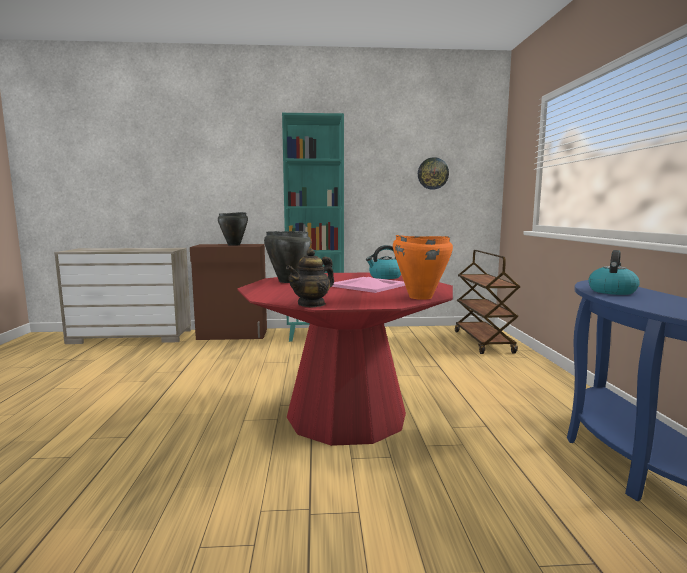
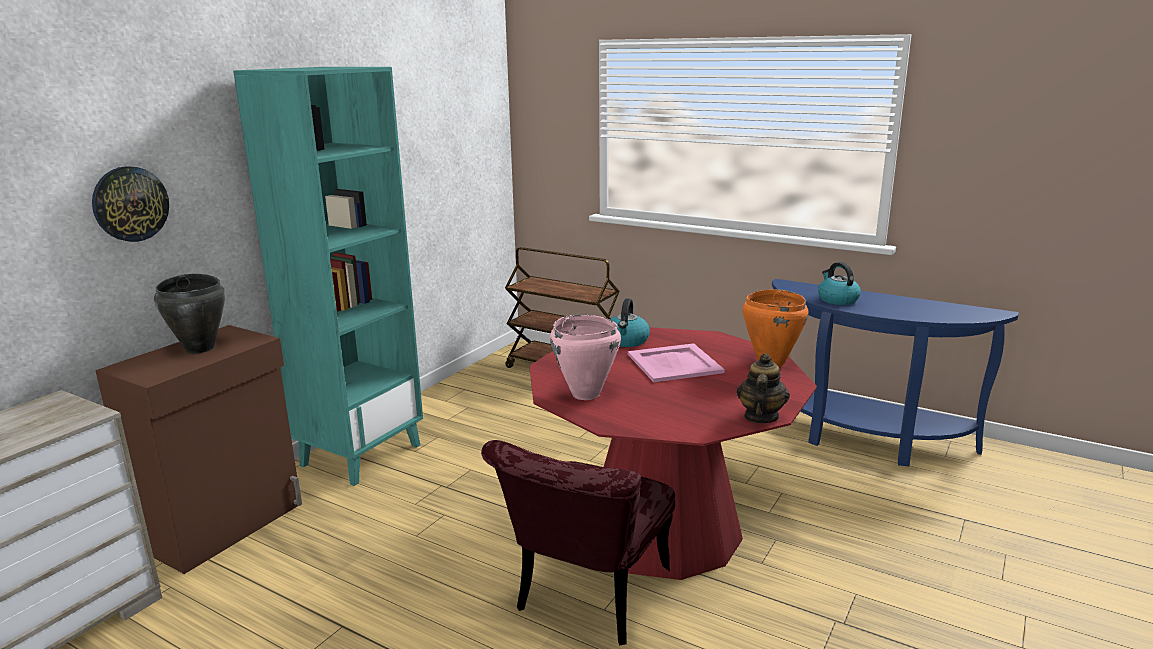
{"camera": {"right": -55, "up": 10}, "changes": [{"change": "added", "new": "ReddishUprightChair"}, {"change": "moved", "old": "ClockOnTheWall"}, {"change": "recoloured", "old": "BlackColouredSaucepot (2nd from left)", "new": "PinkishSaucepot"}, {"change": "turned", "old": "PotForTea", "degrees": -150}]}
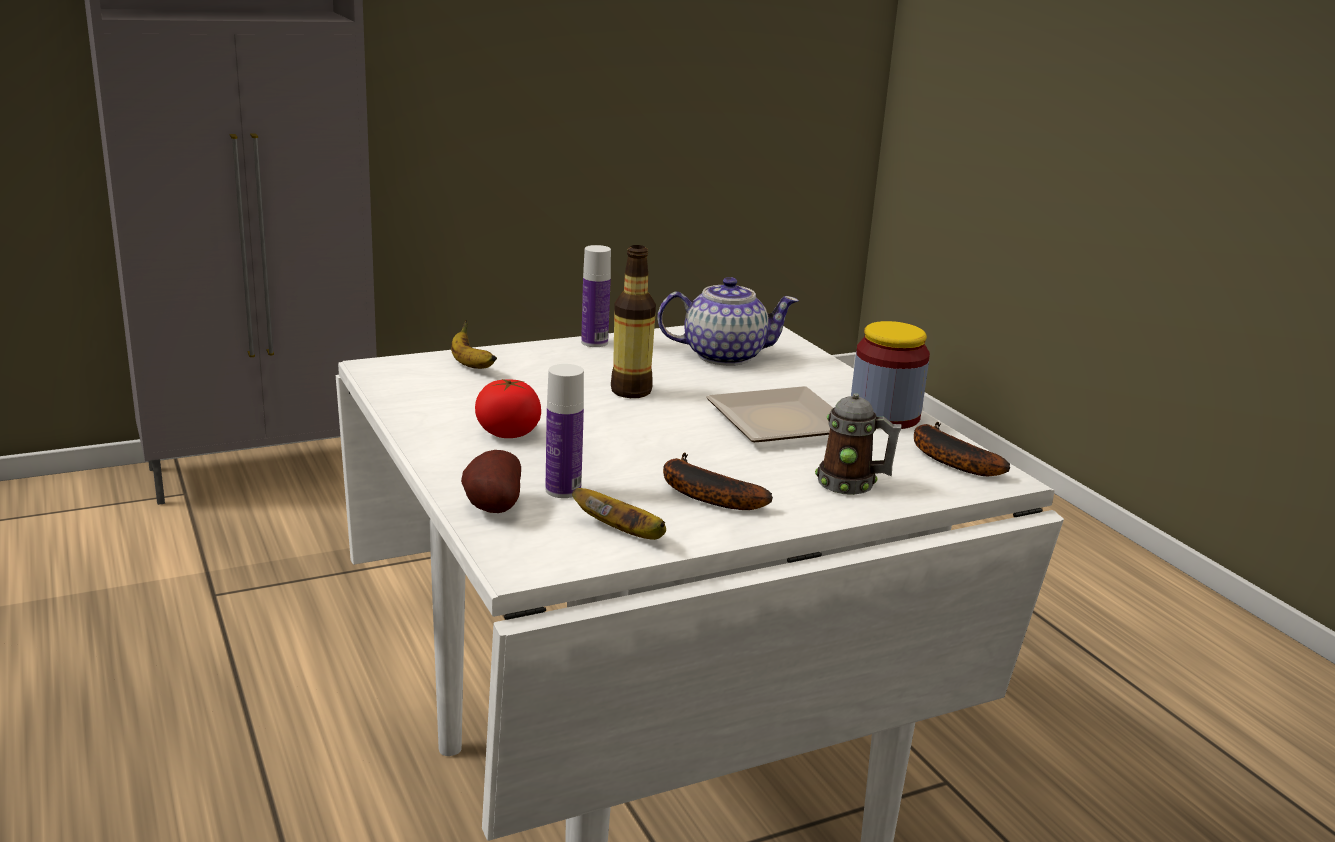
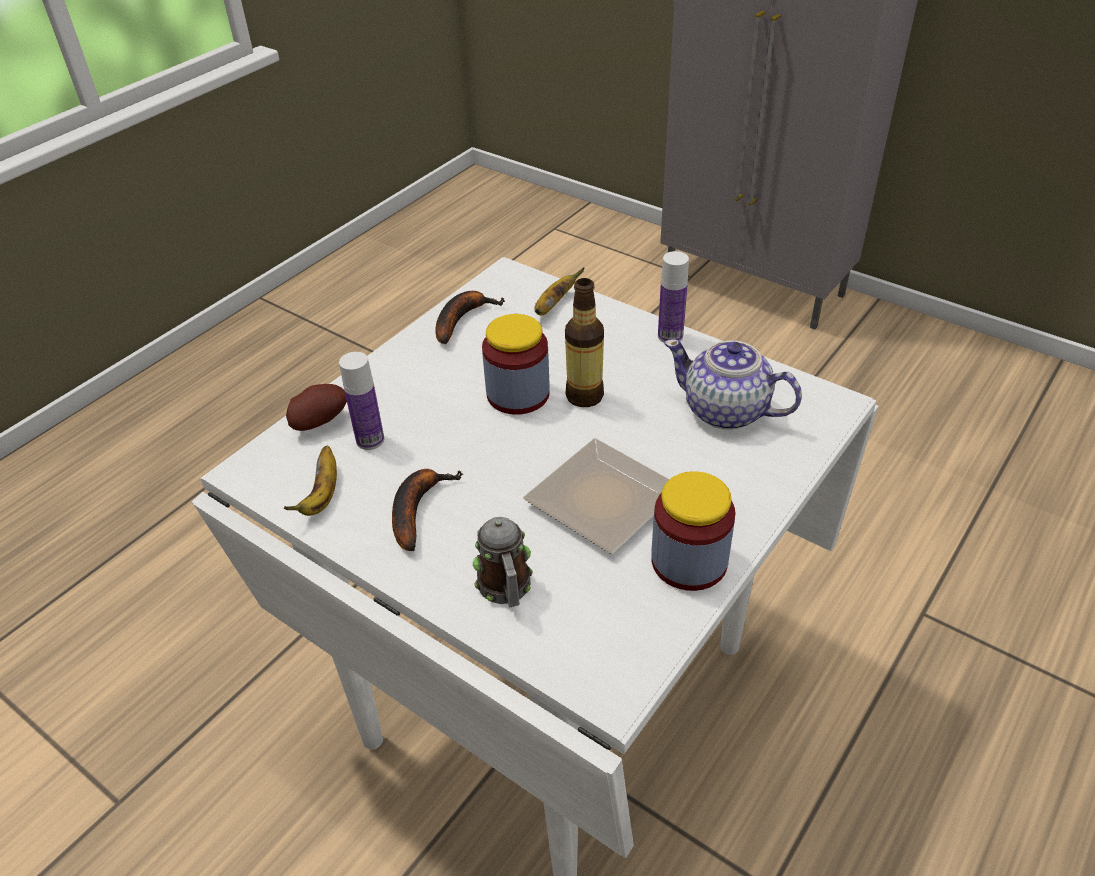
{"camera": {"right": 65, "up": 20}, "changes": [{"change": "removed", "old": "FreshTomato"}, {"change": "added", "new": "Jar (1st from left)"}, {"change": "moved", "old": "BananaFruit (4th from left in the first image)", "new": "BananaFruit (3rd from left)"}, {"change": "turned", "old": "PotForTea", "degrees": 150}]}
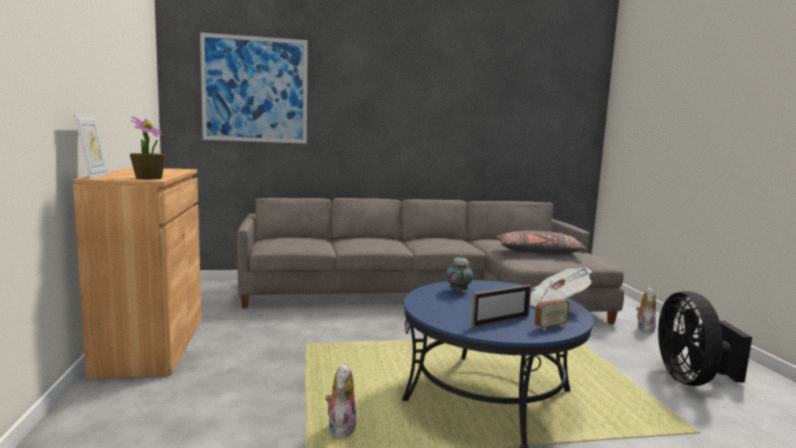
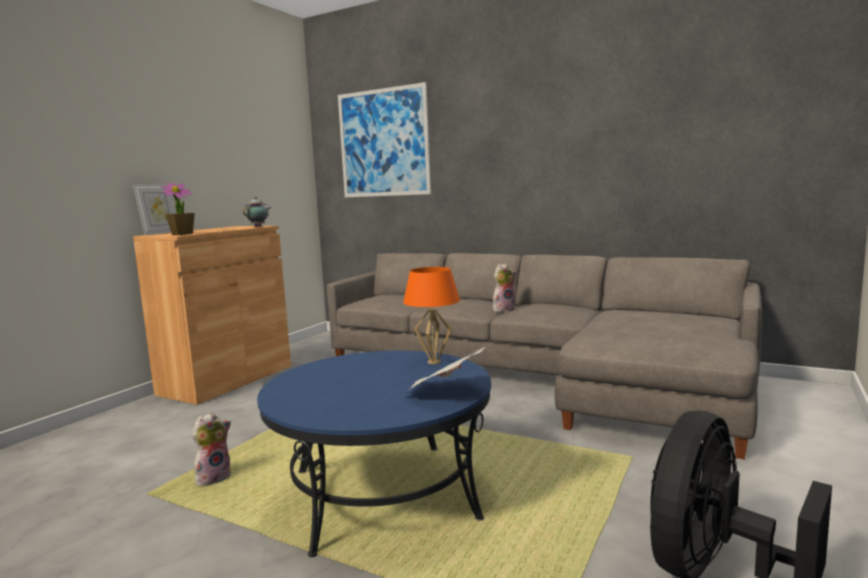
{"camera": {"right": 40, "up": 0}, "changes": [{"change": "removed", "old": "PictureFrame (2nd from left)"}, {"change": "removed", "old": "GreyishPillow"}, {"change": "removed", "old": "Radio"}, {"change": "added", "new": "OrangeTabletopLamp"}, {"change": "moved", "old": "PotForTea"}, {"change": "moved", "old": "SoftToy (2nd from left)"}]}
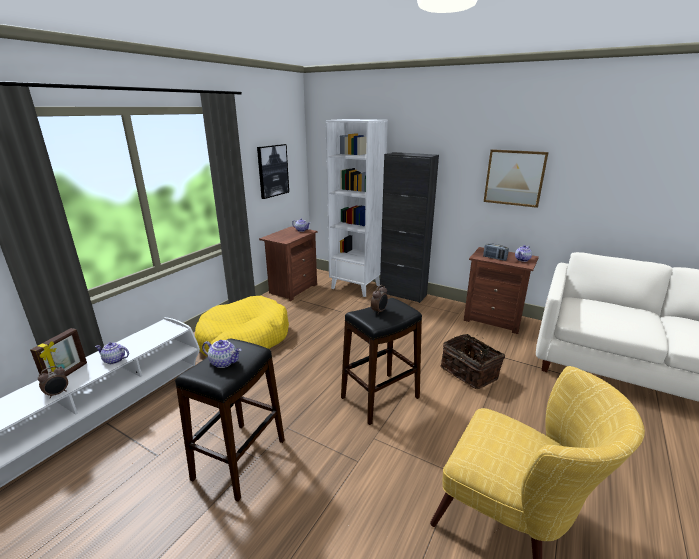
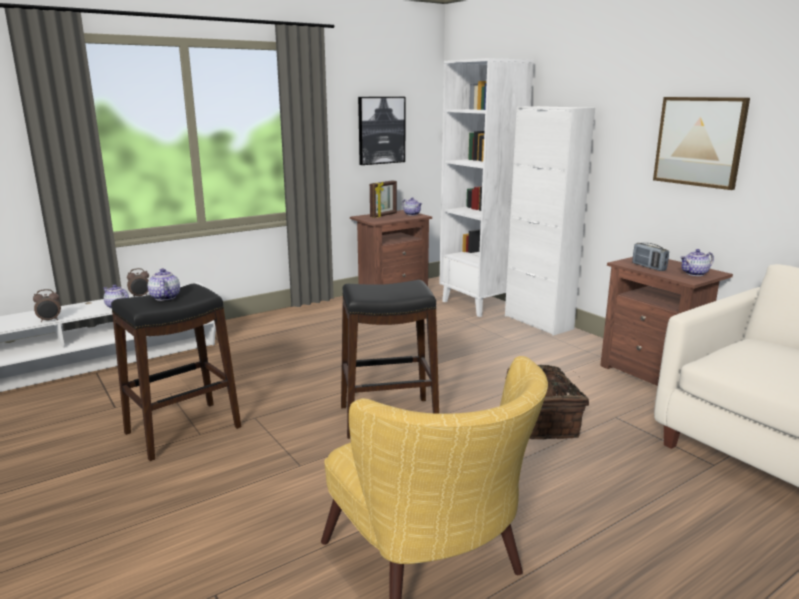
{"camera": {"right": 25, "up": -5}, "changes": [{"change": "removed", "old": "YellowDogBed"}, {"change": "moved", "old": "PictureFrame"}, {"change": "moved", "old": "AlarmClock (2nd from left)"}, {"change": "recoloured", "old": "BlackColouredCupboard", "new": "WhitishCupboard"}, {"change": "turned", "old": "PotForTea (2nd from left)", "degrees": -150}]}
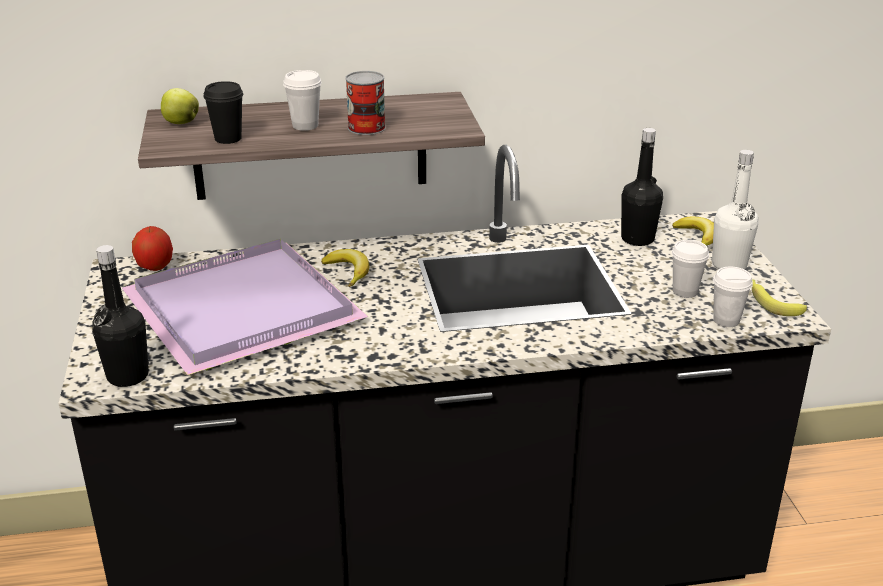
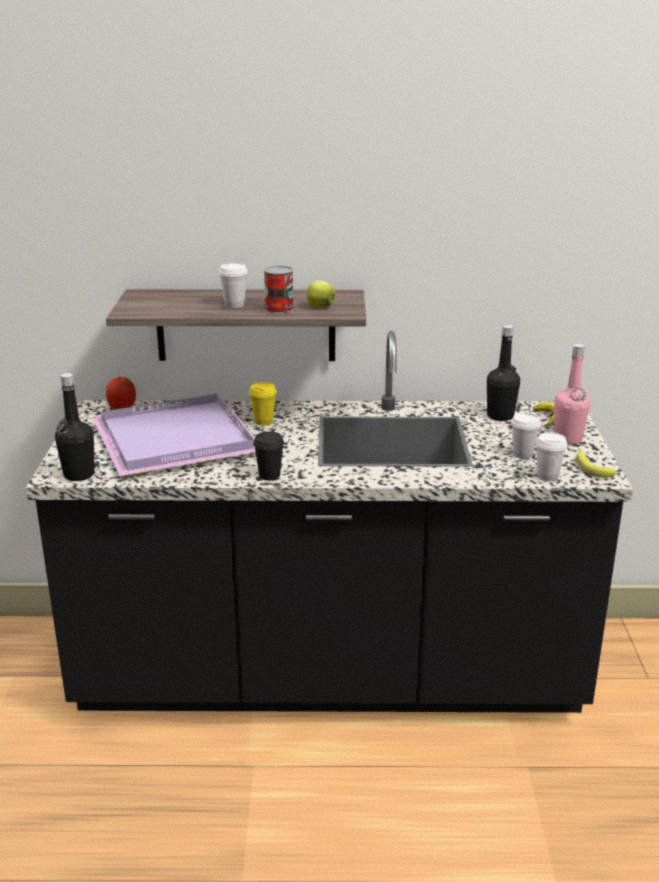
{"camera": {"right": 10, "up": -5}, "changes": [{"change": "moved", "old": "WholeApple (2nd from left)"}, {"change": "moved", "old": "BlackColouredCup"}, {"change": "replaced", "old": "BananaFruit (1st from left)", "new": "YellowCup"}, {"change": "recoloured", "old": "WhitishBottle", "new": "PinkishBottle"}]}
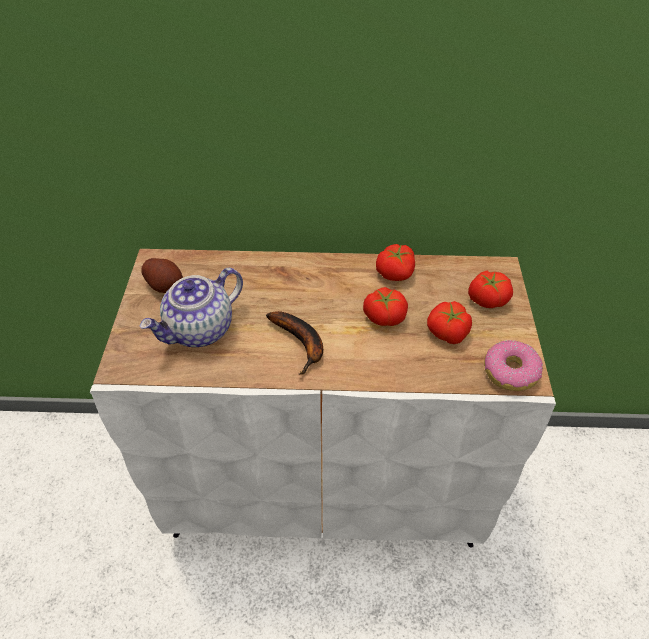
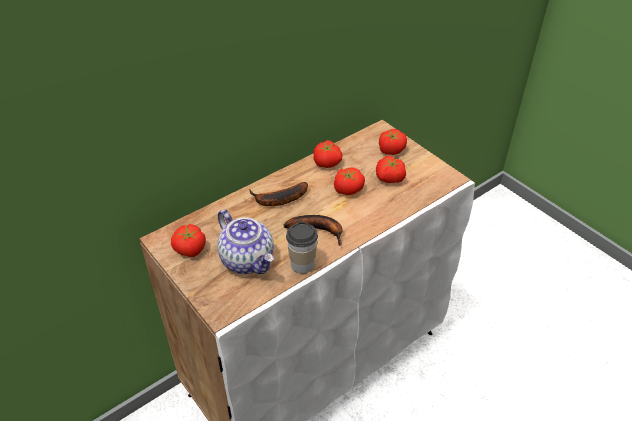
{"camera": {"right": -40, "up": -5}, "changes": [{"change": "removed", "old": "Donut"}, {"change": "added", "new": "BananaFruit (1st from left)"}, {"change": "added", "new": "Cup"}, {"change": "replaced", "old": "Spud", "new": "FreshTomato (1st from left)"}, {"change": "turned", "old": "PotForTea", "degrees": -45}]}
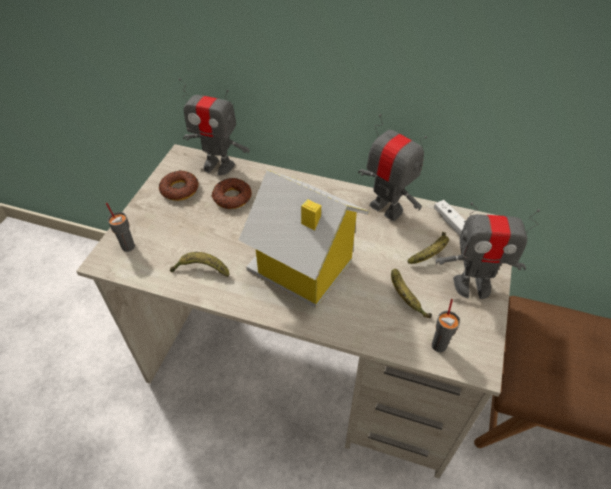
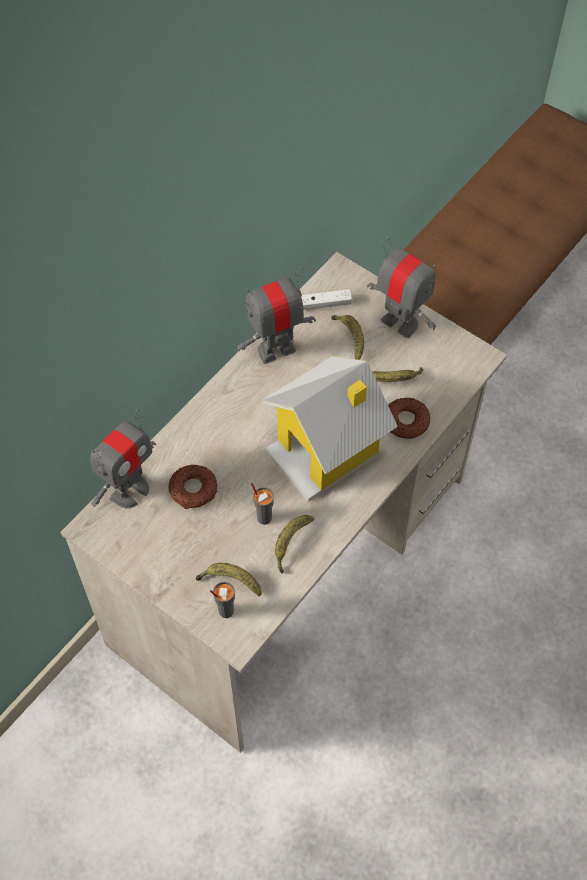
{"camera": {"right": -70, "up": 10}, "changes": [{"change": "added", "new": "BananaFruit (1st from left)"}, {"change": "moved", "old": "Donut (1st from left in the first image)", "new": "Donut (2nd from left)"}, {"change": "moved", "old": "GreyishCup (2nd from left)"}, {"change": "turned", "old": "ToyRobot (3rd from left)", "degrees": -75}]}
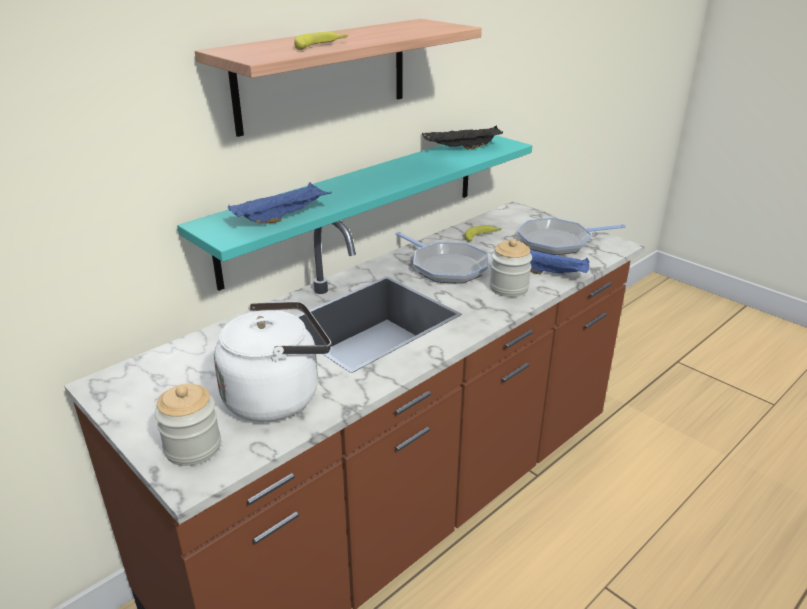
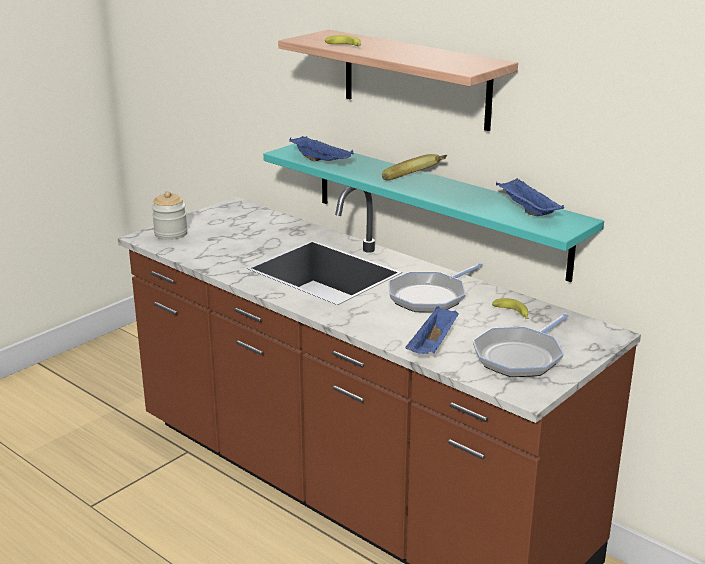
{"camera": {"right": 85, "up": -5}, "changes": [{"change": "removed", "old": "WhitishWaterKettle"}, {"change": "removed", "old": "Jar (2nd from left)"}, {"change": "added", "new": "BananaFruit (2nd from left)"}, {"change": "recoloured", "old": "BlackColouredTray", "new": "BlueColouredTray (3rd from left)"}, {"change": "turned", "old": "Skillet (2nd from left)", "degrees": -120}]}
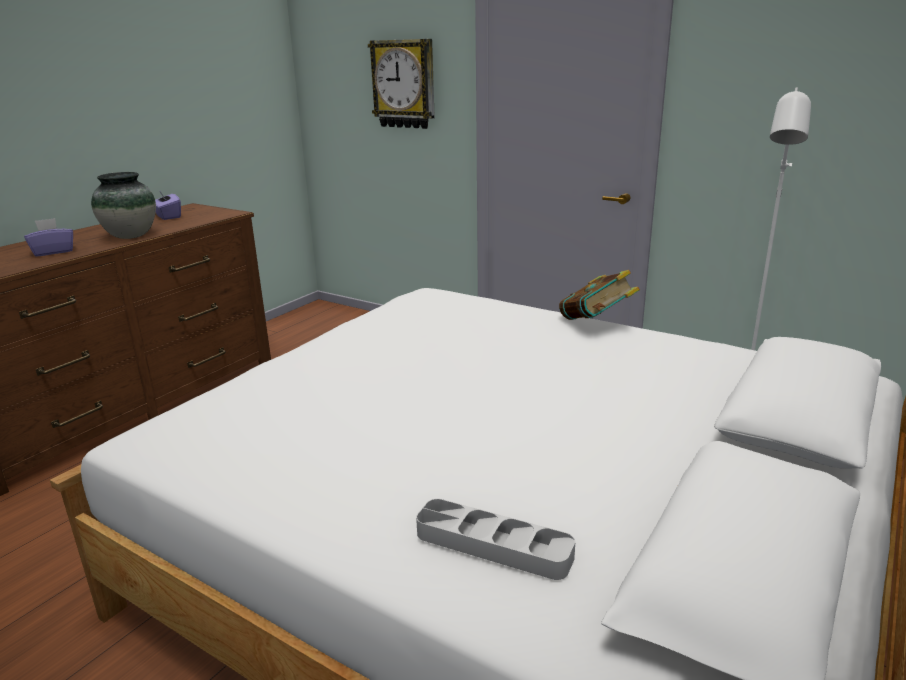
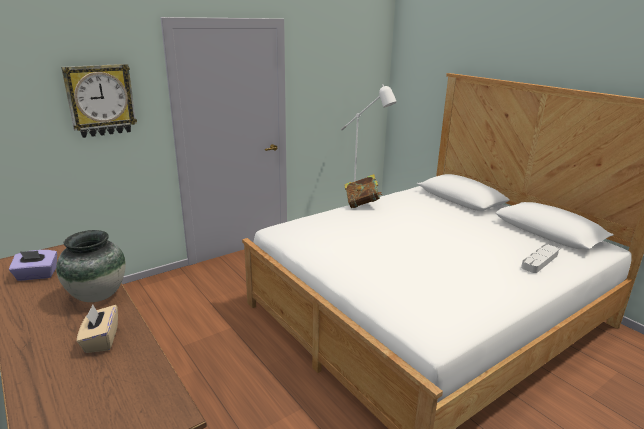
{"camera": {"right": -70, "up": 0}, "changes": [{"change": "recoloured", "old": "PurplishTissueHolder (1st from left)", "new": "BeigeTissueHolder"}]}
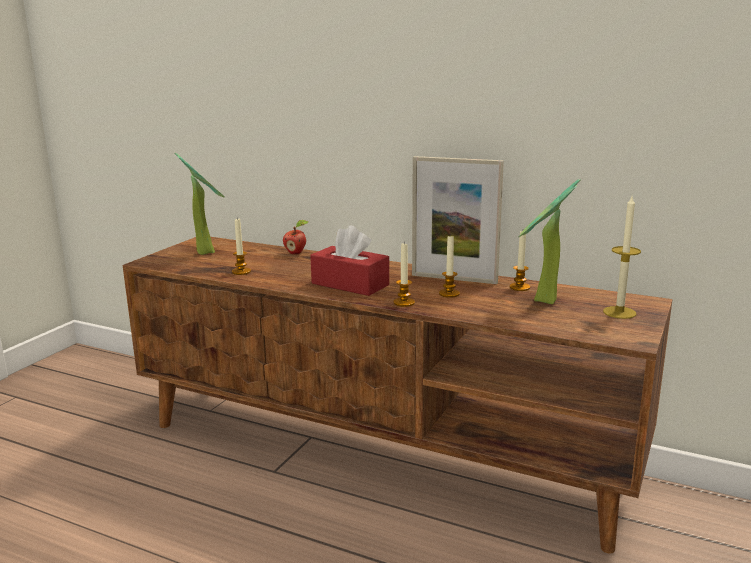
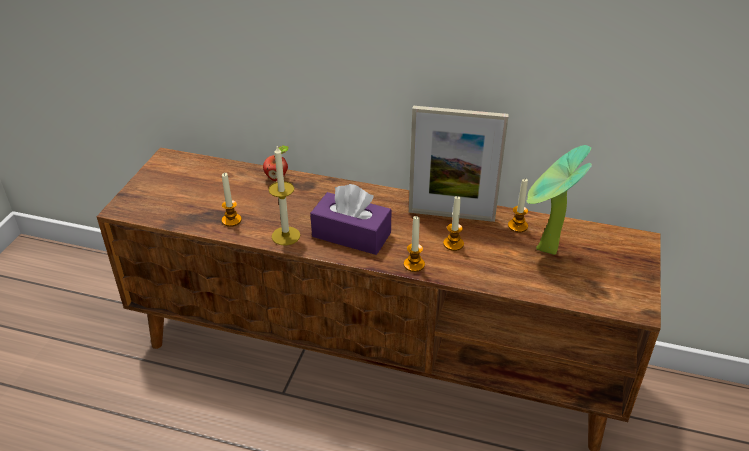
{"camera": {"right": -10, "up": 20}, "changes": [{"change": "removed", "old": "PlantInAPot (1st from left)"}, {"change": "moved", "old": "WaxLight (5th from left in the first image)", "new": "WaxLight (2nd from left)"}, {"change": "recoloured", "old": "ReddishTissueHolder", "new": "PurplishTissueHolder"}]}
